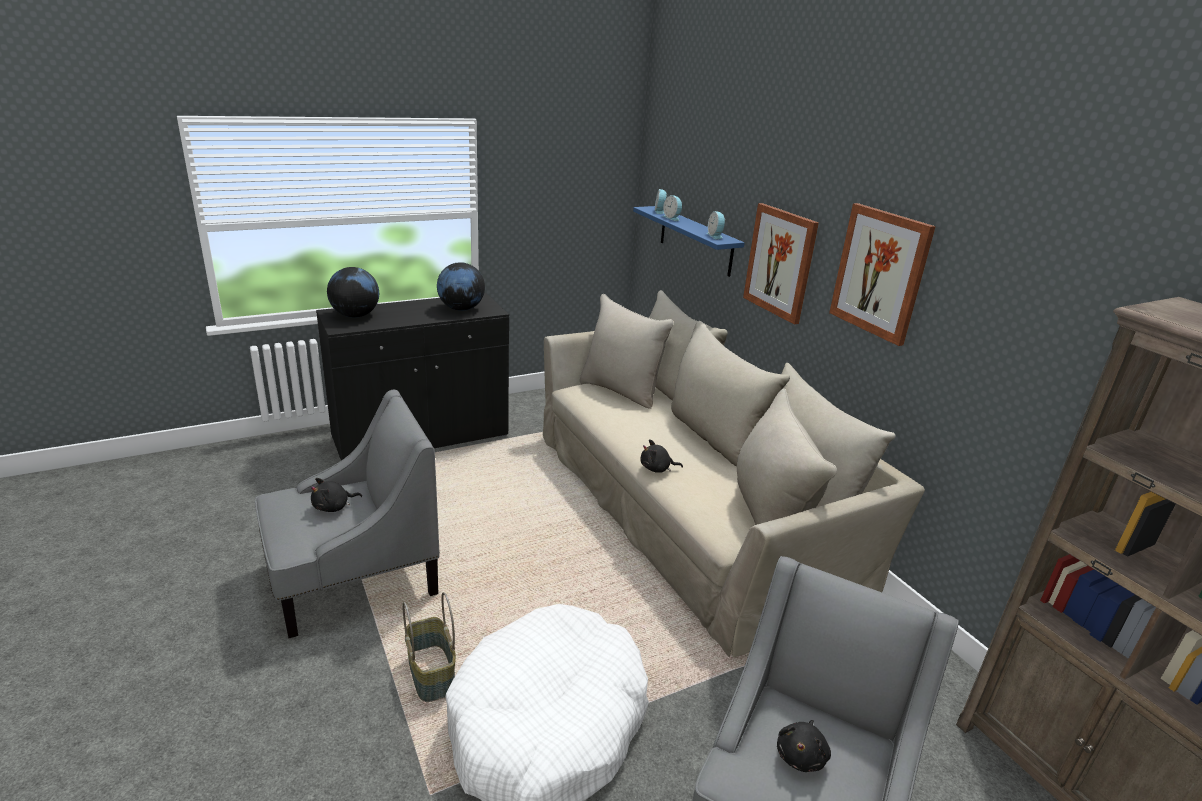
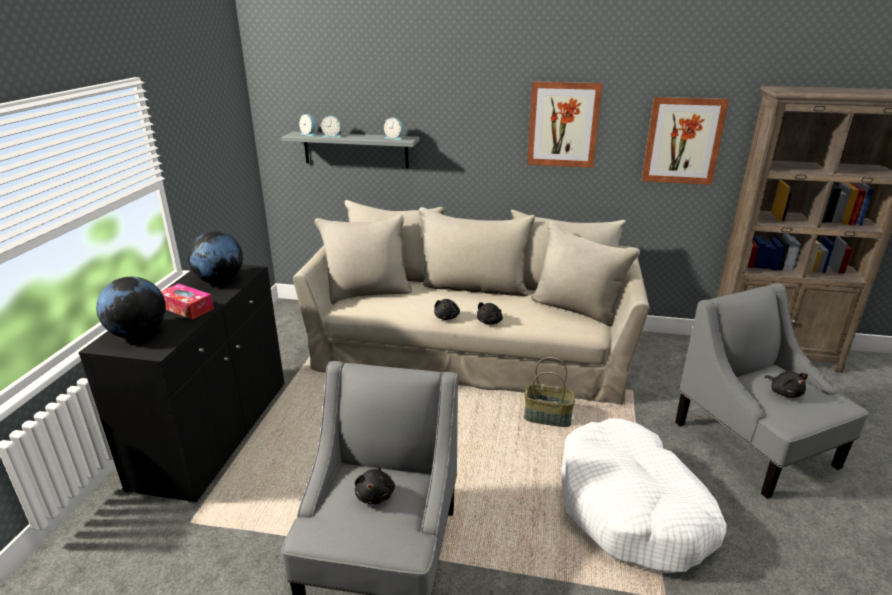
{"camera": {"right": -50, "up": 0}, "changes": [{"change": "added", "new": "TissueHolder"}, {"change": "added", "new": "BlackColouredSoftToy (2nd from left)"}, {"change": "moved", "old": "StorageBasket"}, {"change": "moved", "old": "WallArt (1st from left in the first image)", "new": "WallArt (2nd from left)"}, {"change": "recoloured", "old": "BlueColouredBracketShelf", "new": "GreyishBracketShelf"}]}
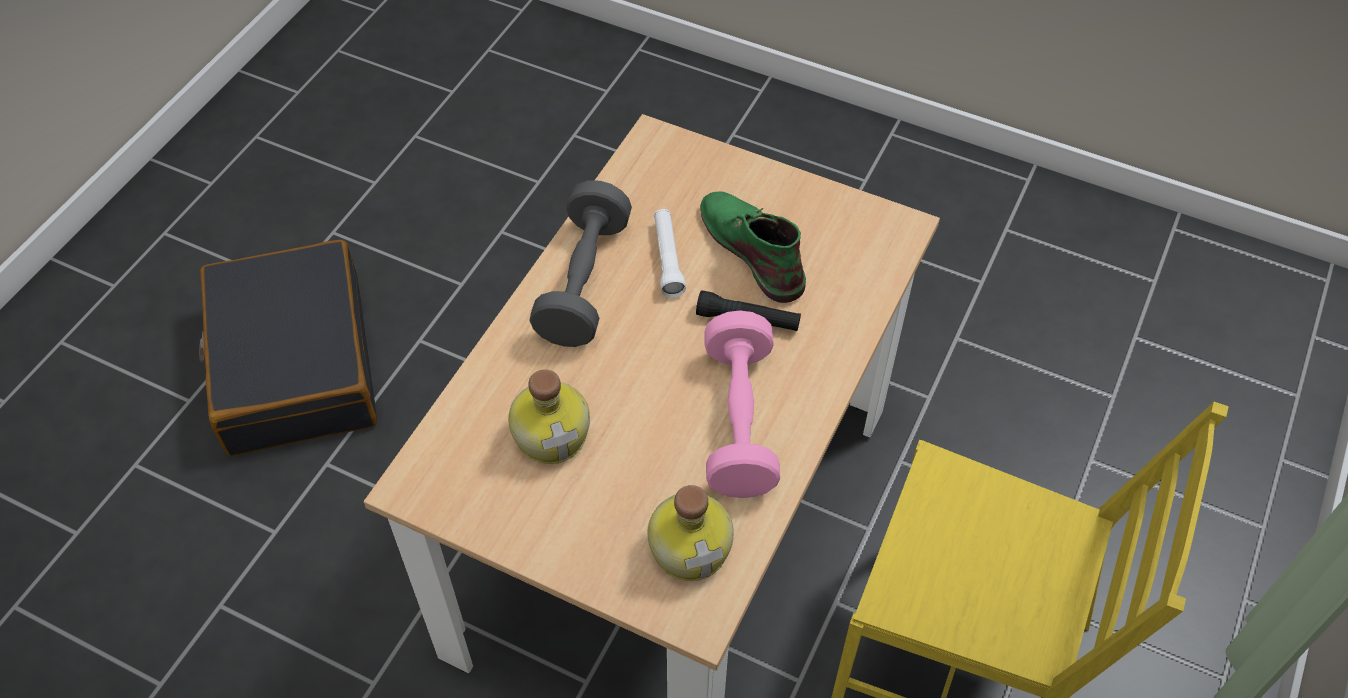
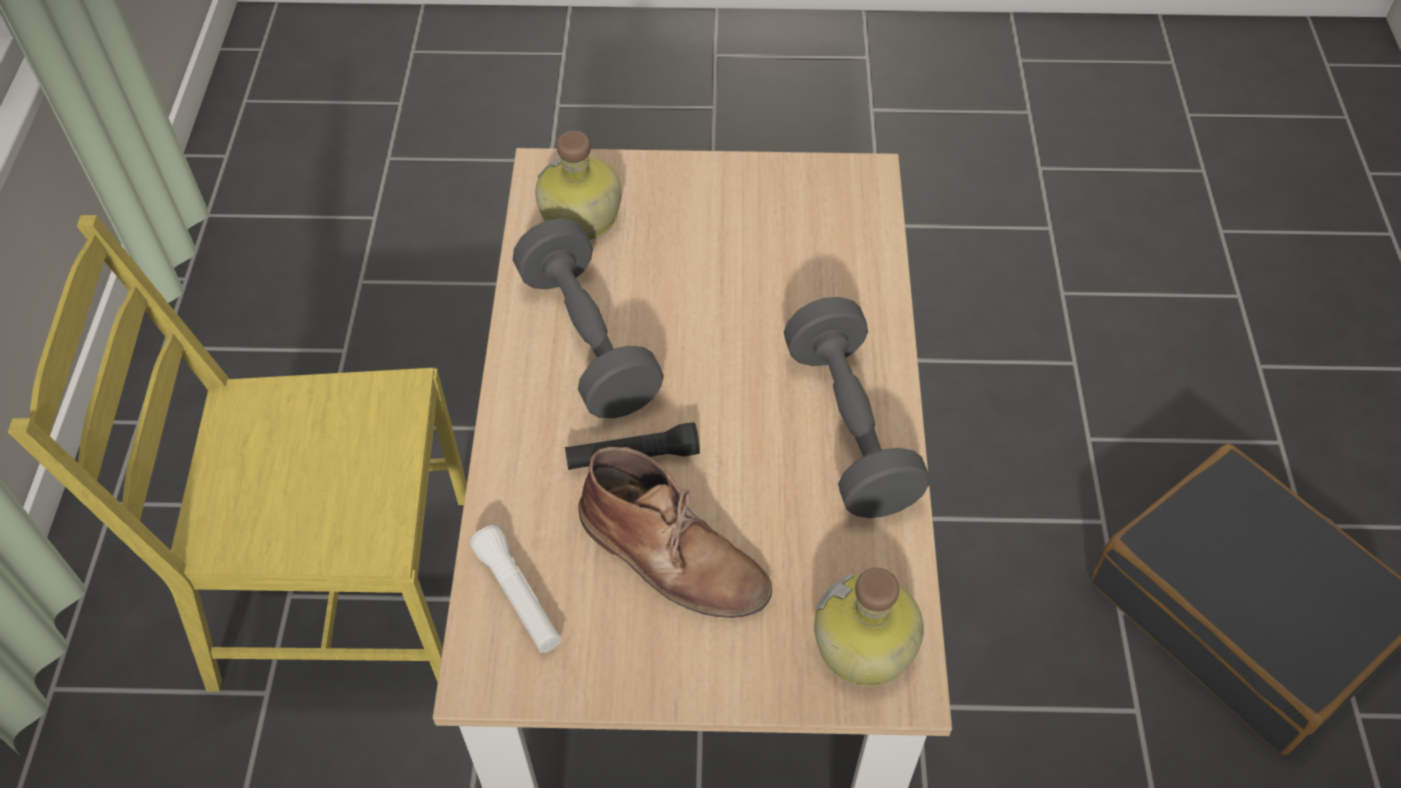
{"camera": {"right": 155, "up": 0}, "changes": [{"change": "moved", "old": "Bottle (1st from left in the first image)", "new": "Bottle (2nd from left)"}, {"change": "moved", "old": "WhitishFlashlight"}, {"change": "recoloured", "old": "GreenTallBoot", "new": "BrownTallBoot"}, {"change": "recoloured", "old": "PinkishHandWeight", "new": "GreyishHandWeight (1st from left)"}]}
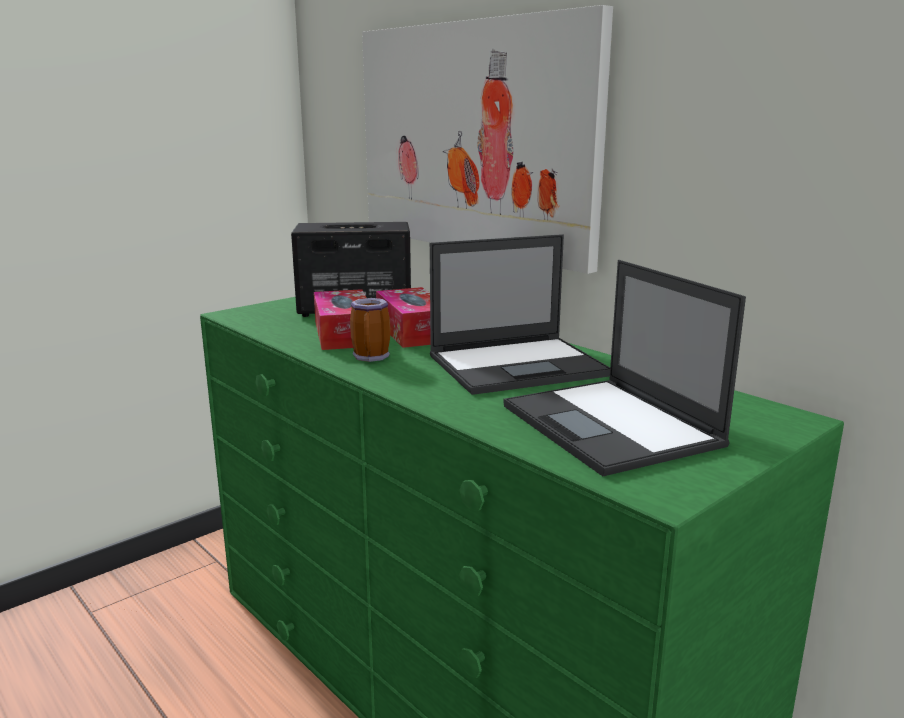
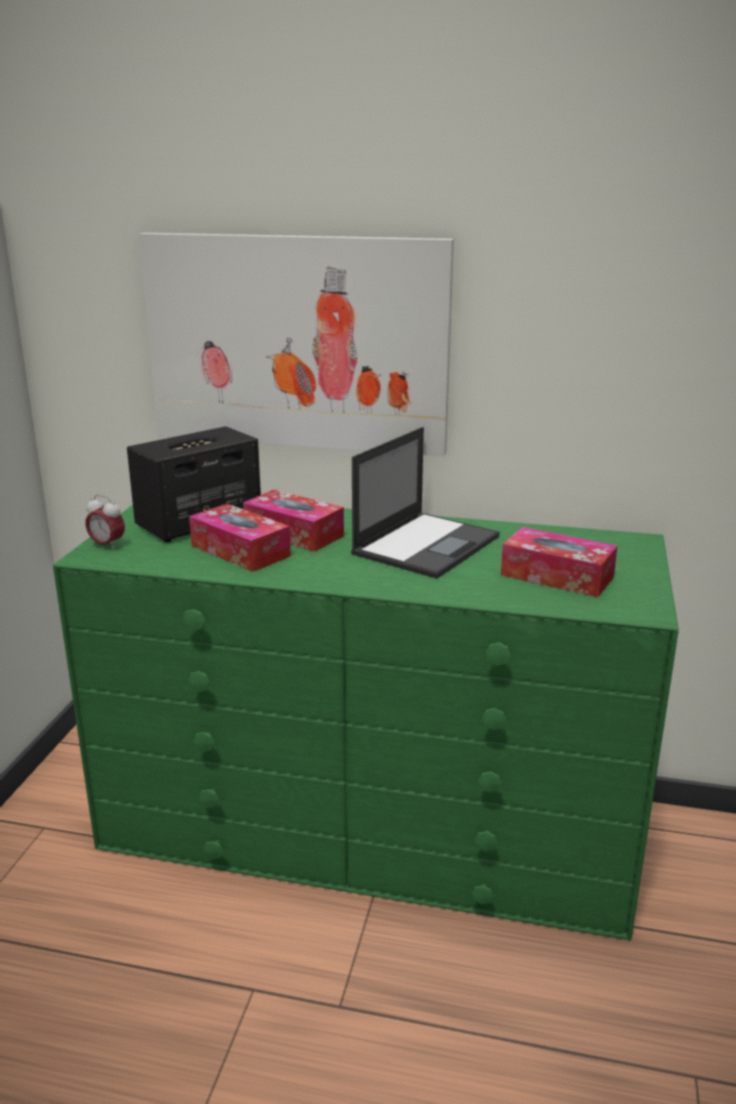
{"camera": {"right": -35, "up": 5}, "changes": [{"change": "removed", "old": "Mug"}, {"change": "added", "new": "AlarmClock"}, {"change": "replaced", "old": "Laptop (2nd from left)", "new": "TissueHolder (3rd from left)"}]}
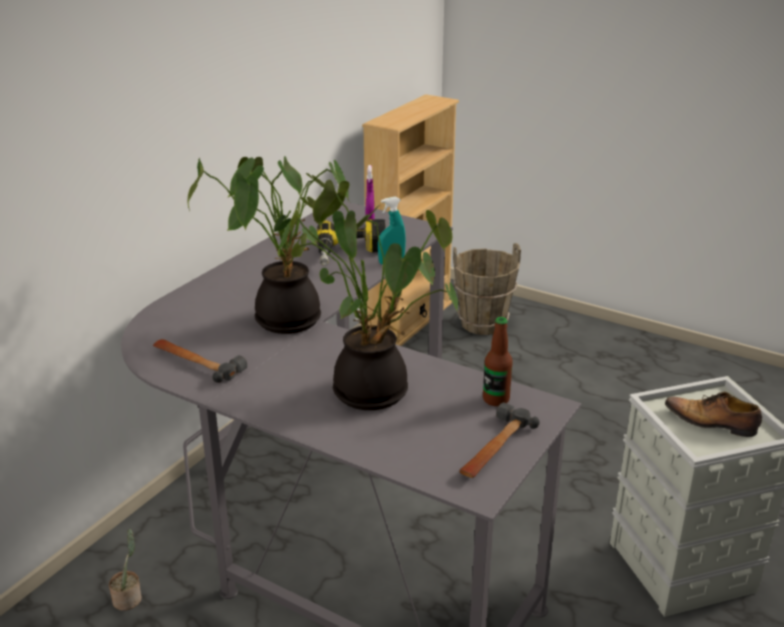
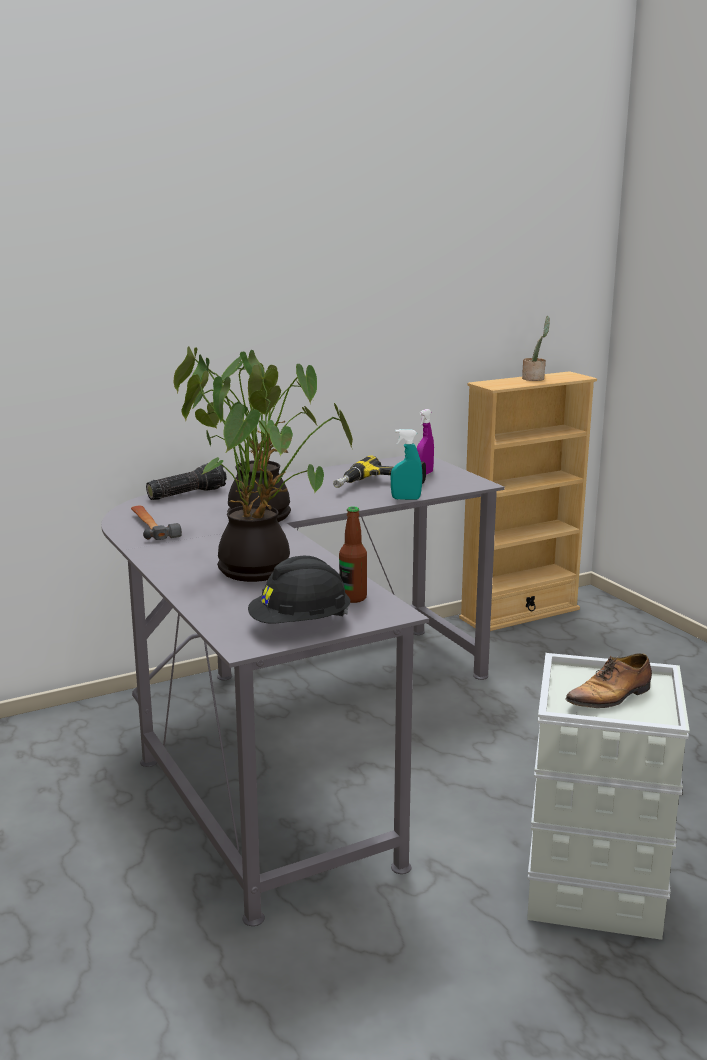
{"camera": {"right": 30, "up": -10}, "changes": [{"change": "removed", "old": "BrownBucket"}, {"change": "added", "new": "Flashlight"}, {"change": "moved", "old": "PlantInAPot (1st from left in the first image)", "new": "PlantInAPot (3rd from left)"}, {"change": "replaced", "old": "ToolHammer (2nd from left)", "new": "BlackColouredSafetyHelmet"}, {"change": "turned", "old": "Shoe", "degrees": -90}]}
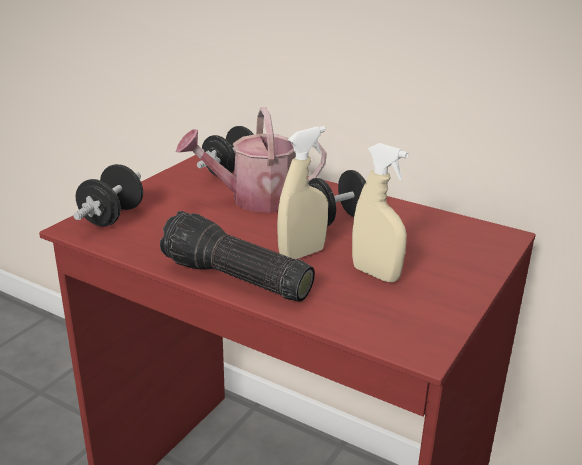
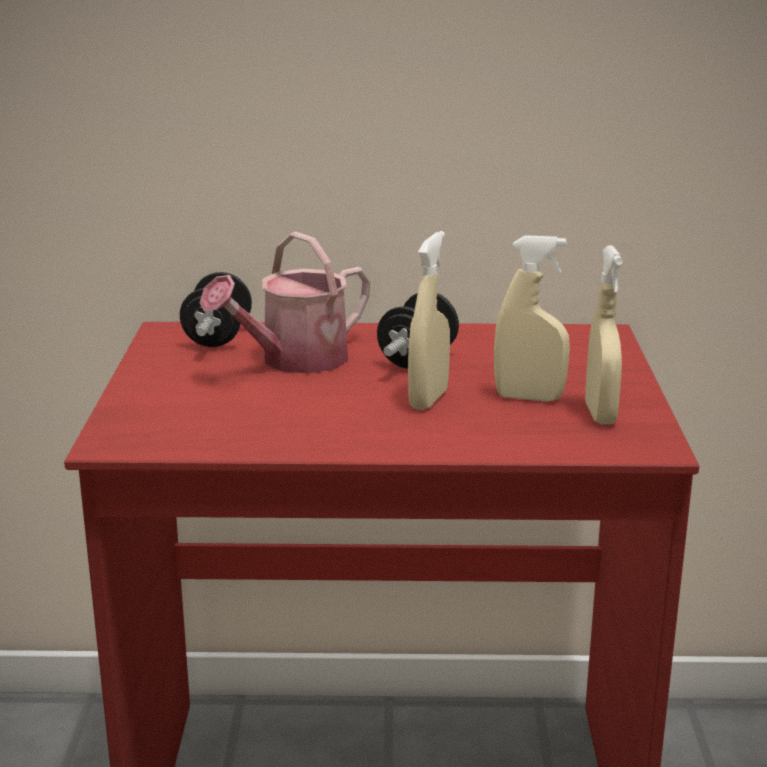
{"camera": {"right": -30, "up": -5}, "changes": [{"change": "removed", "old": "BlackColouredHandWeight (1st from left)"}, {"change": "removed", "old": "Flashlight"}, {"change": "added", "new": "BeigeHandSprayer (3rd from left)"}]}
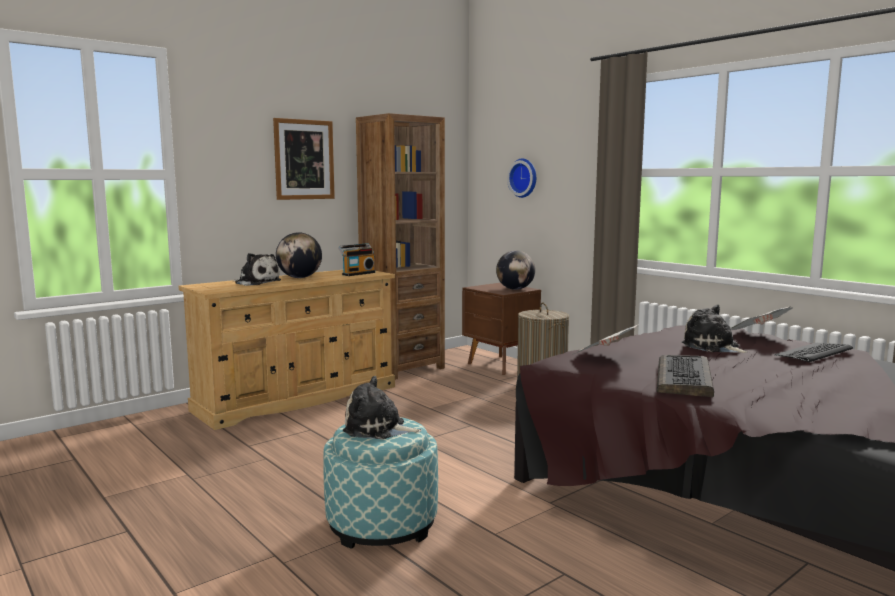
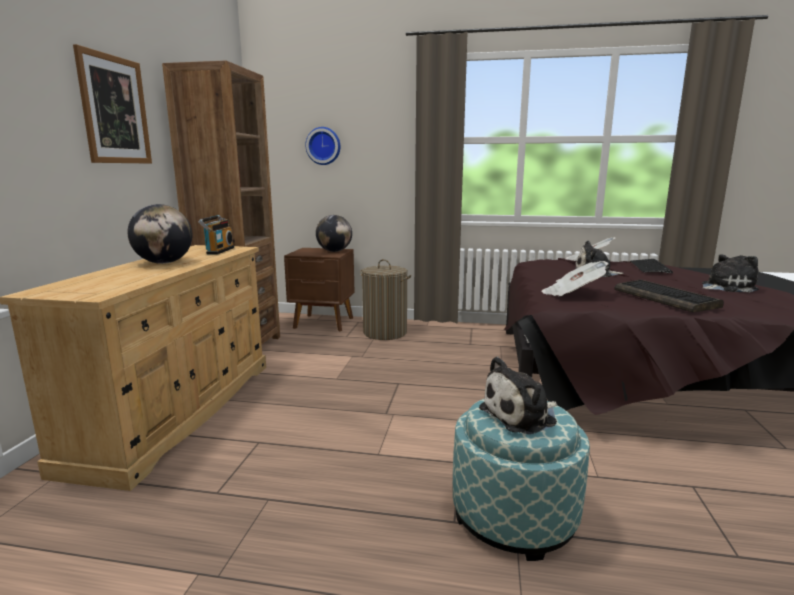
{"camera": {"right": -40, "up": 5}, "changes": [{"change": "moved", "old": "SoftToy (1st from left in the first image)", "new": "SoftToy (3rd from left)"}]}
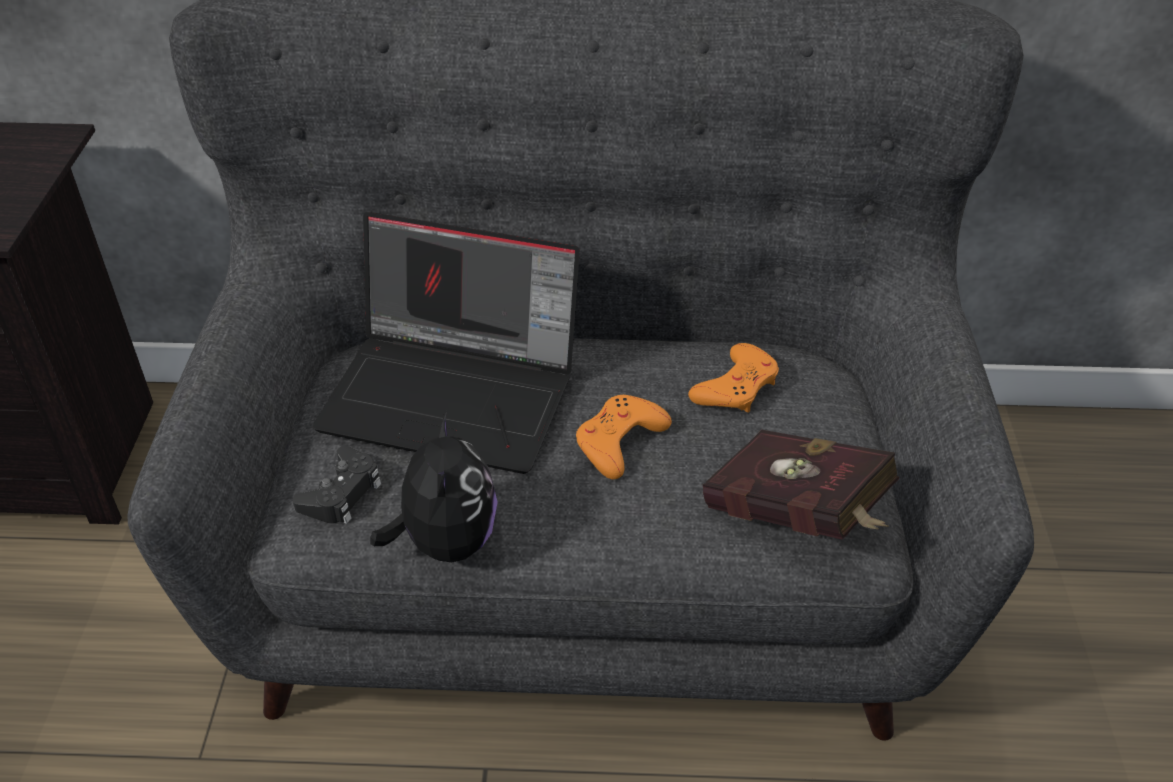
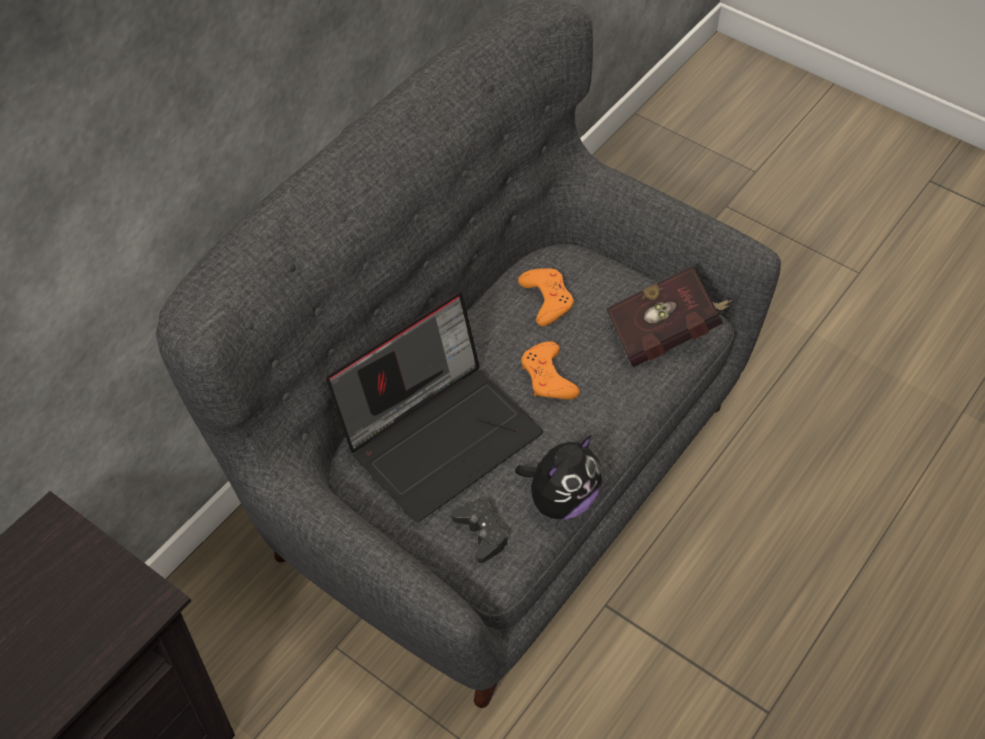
{"camera": {"right": -55, "up": 10}, "changes": [{"change": "turned", "old": "SoftToy", "degrees": 105}]}
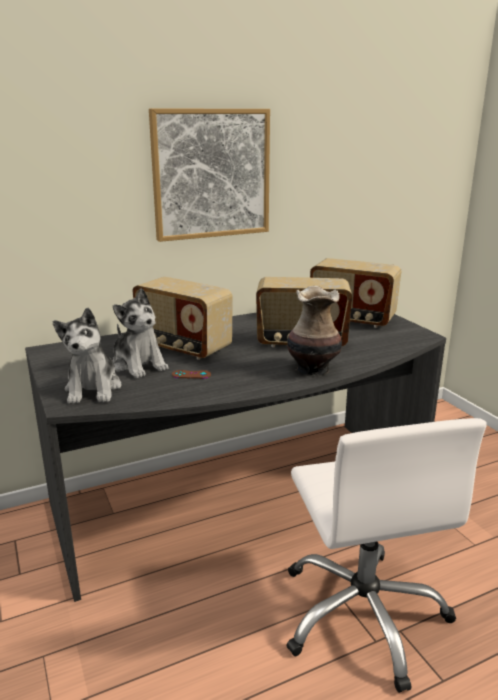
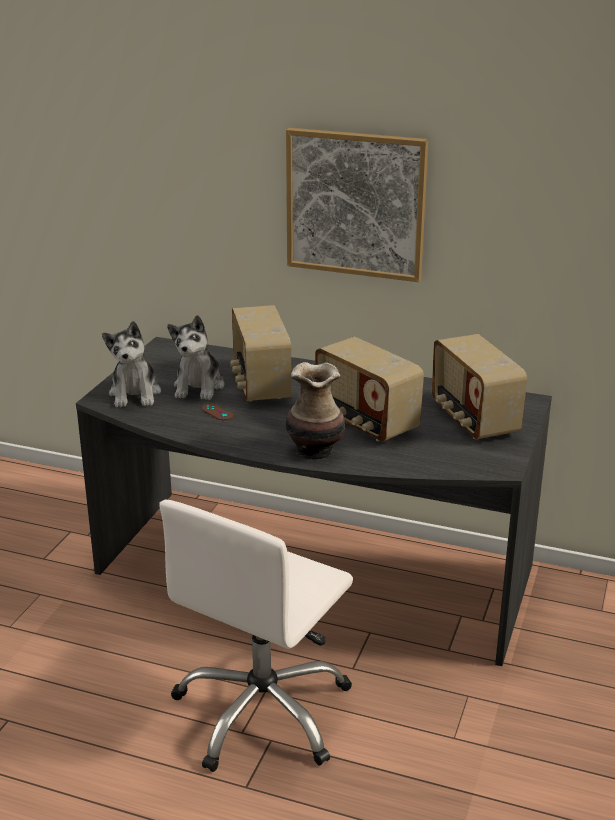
{"camera": {"right": 45, "up": 5}, "changes": [{"change": "turned", "old": "SoftToy (1st from left)", "degrees": -45}]}
